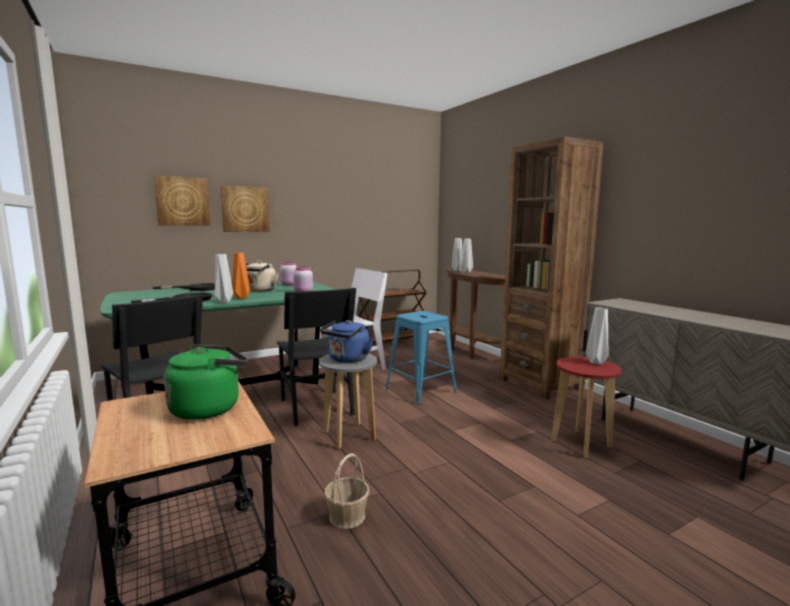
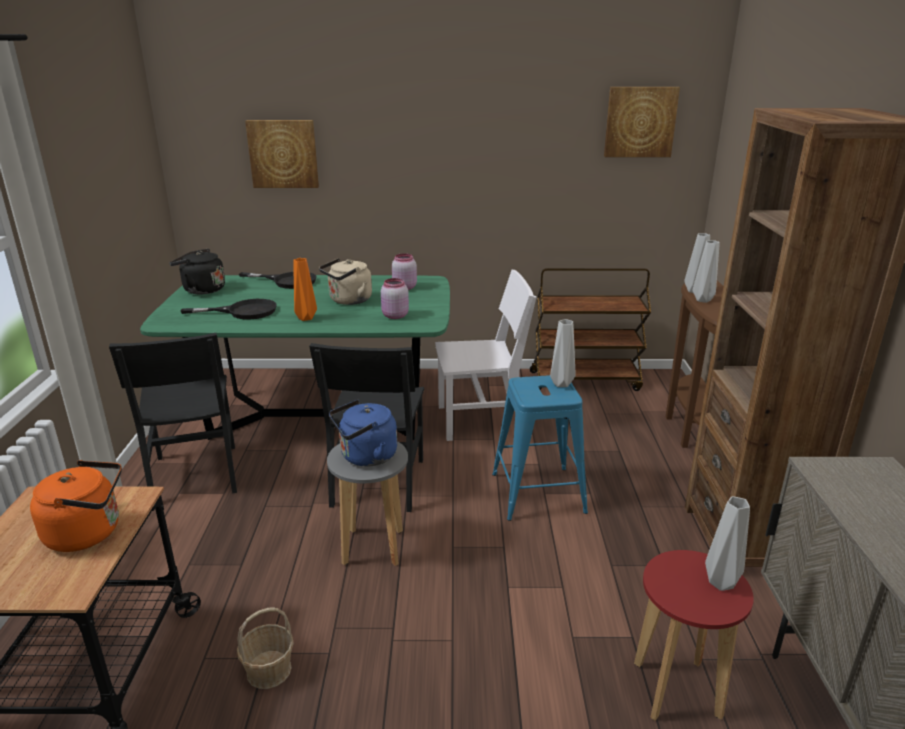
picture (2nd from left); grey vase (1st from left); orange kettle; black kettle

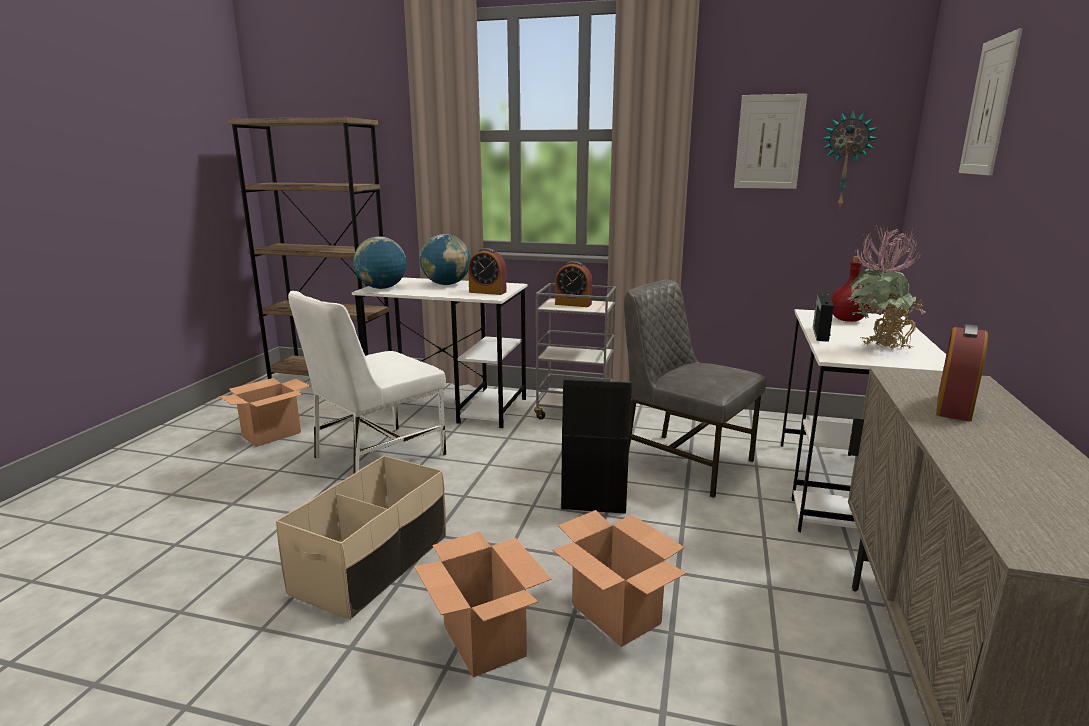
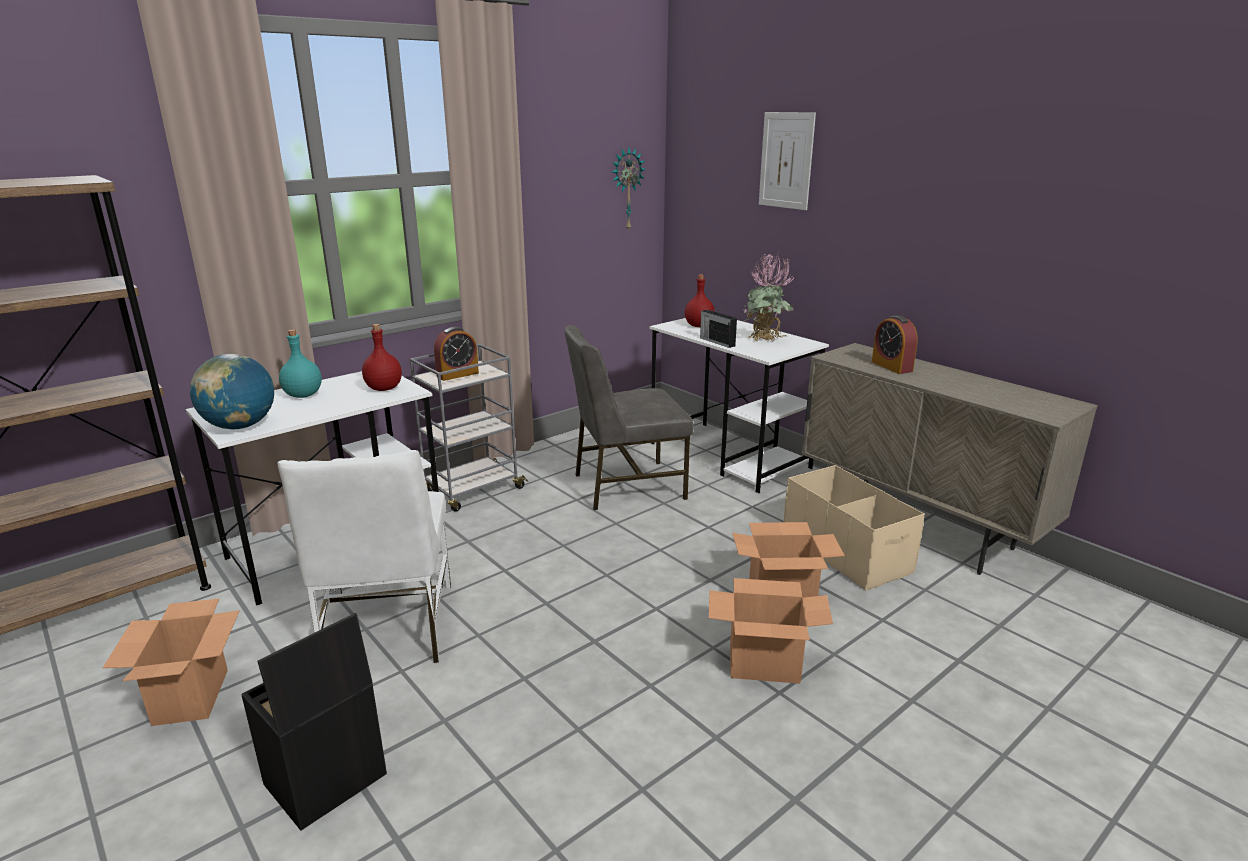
picture (1st from left in the first image); turquoise bottle; red bottle (1st from left); black storage box; beige storage box

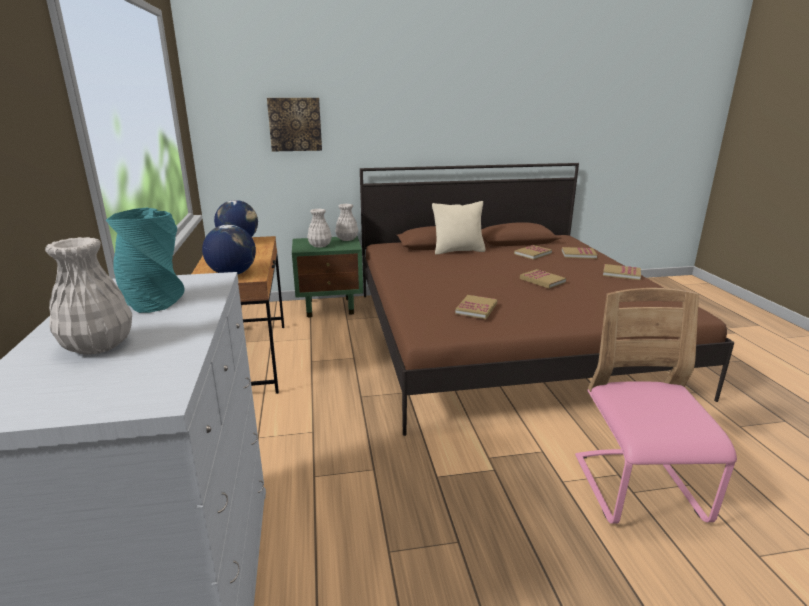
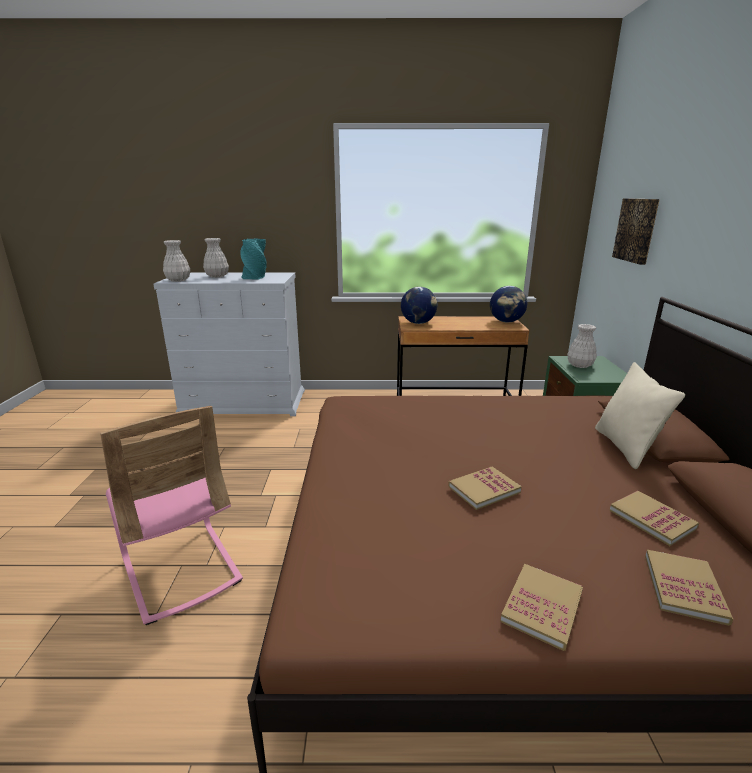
white vase (1st from left); pink chair; book (1st from left in the first image)

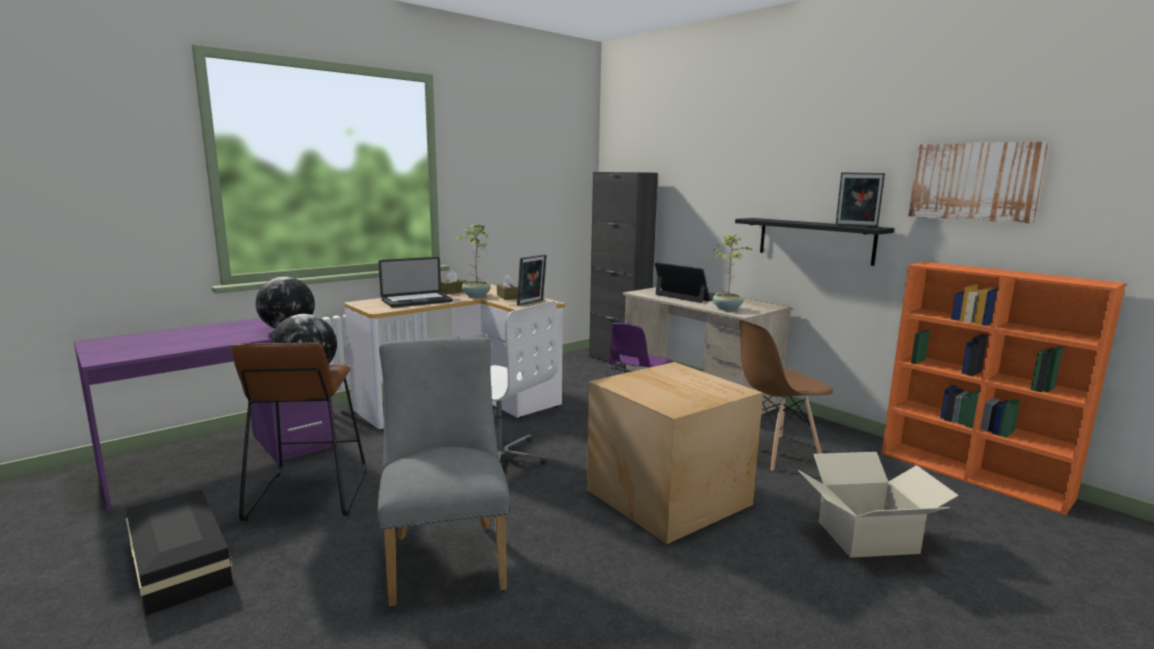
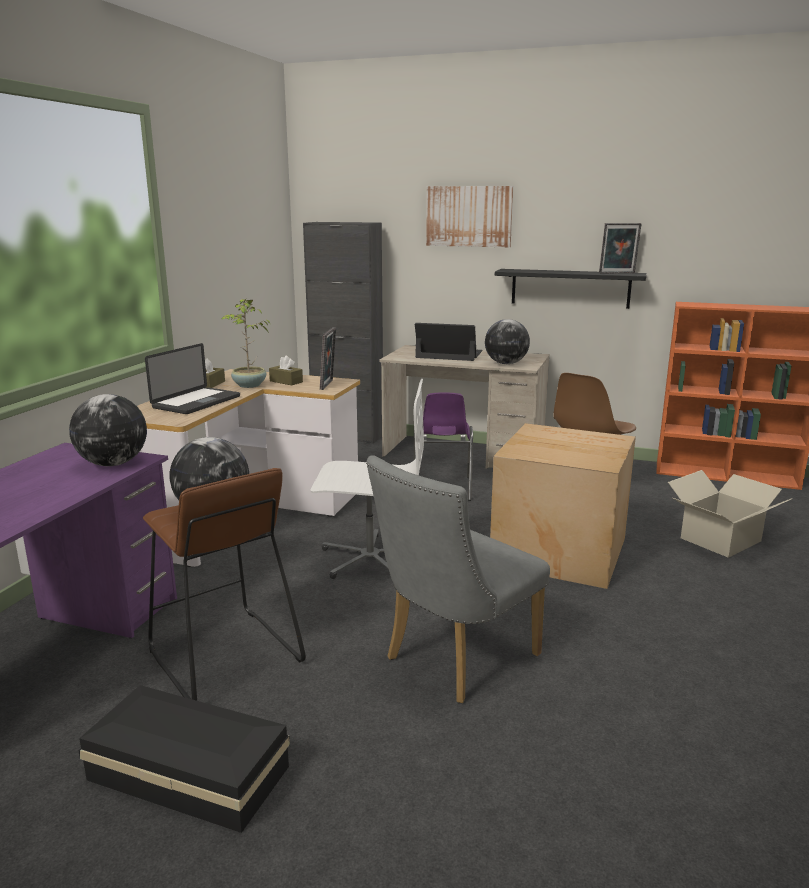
picture; globe (3rd from left); grey chair

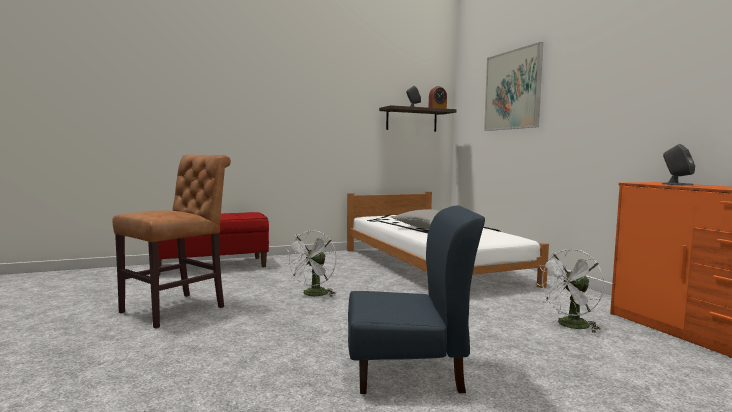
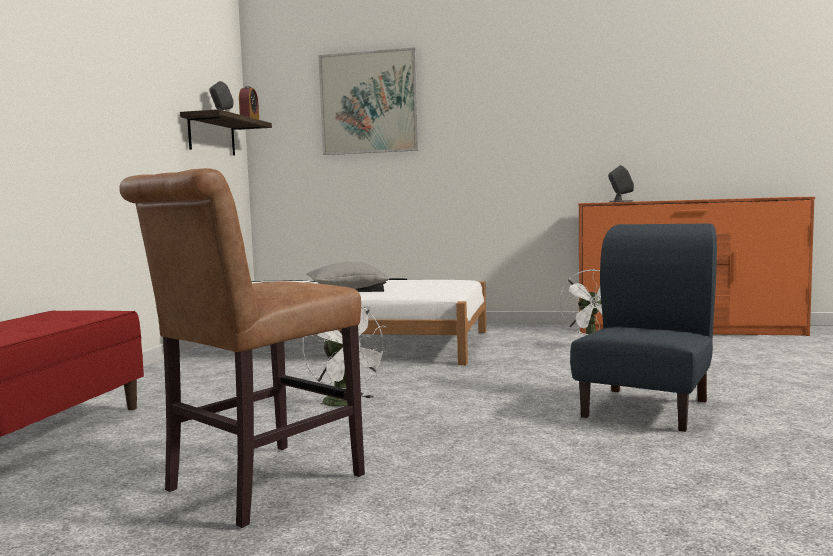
brown chair

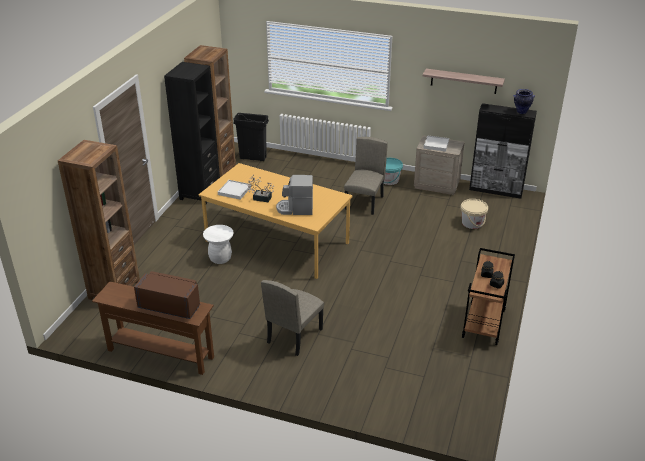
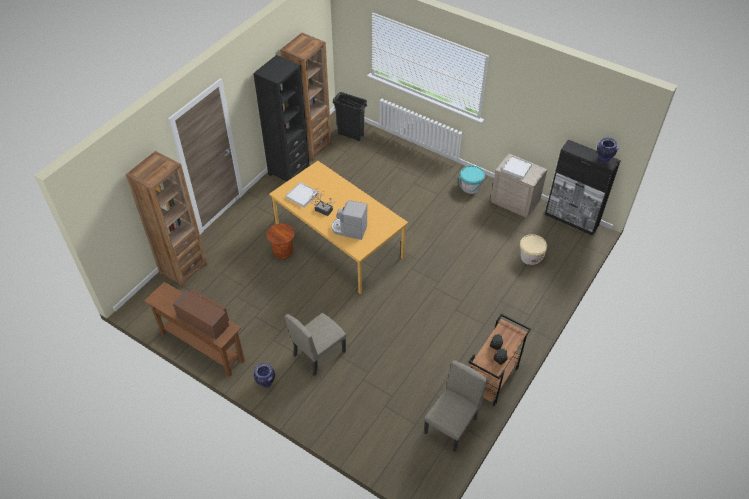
shelf; beige chair (2nd from left); brown stool; vase (1st from left)

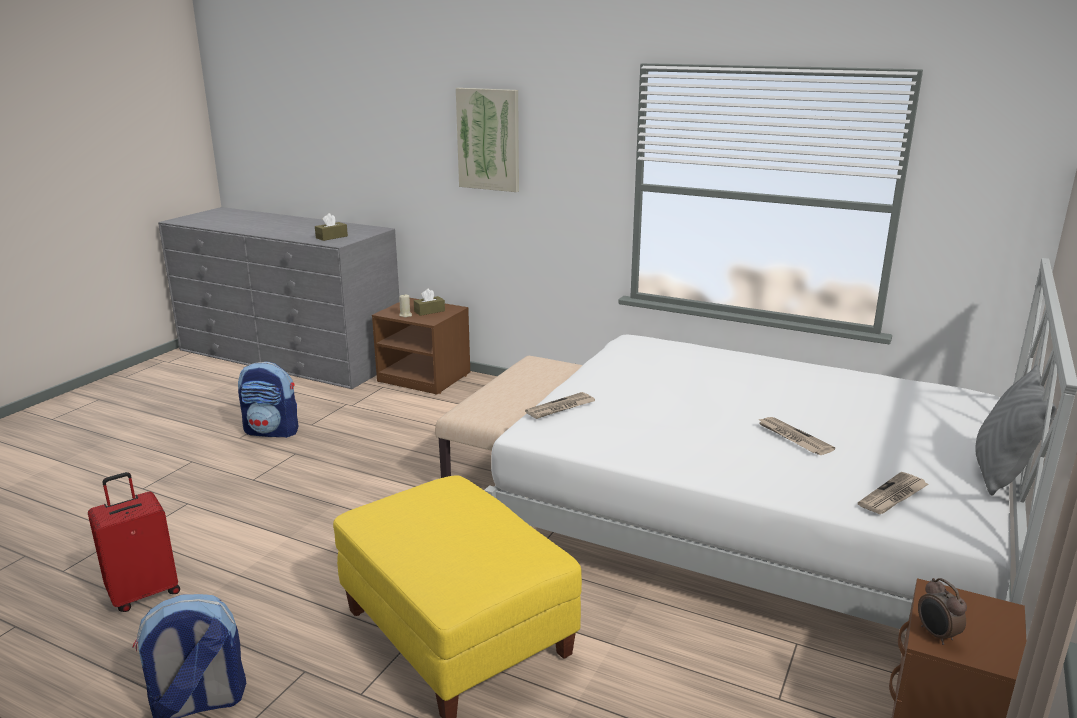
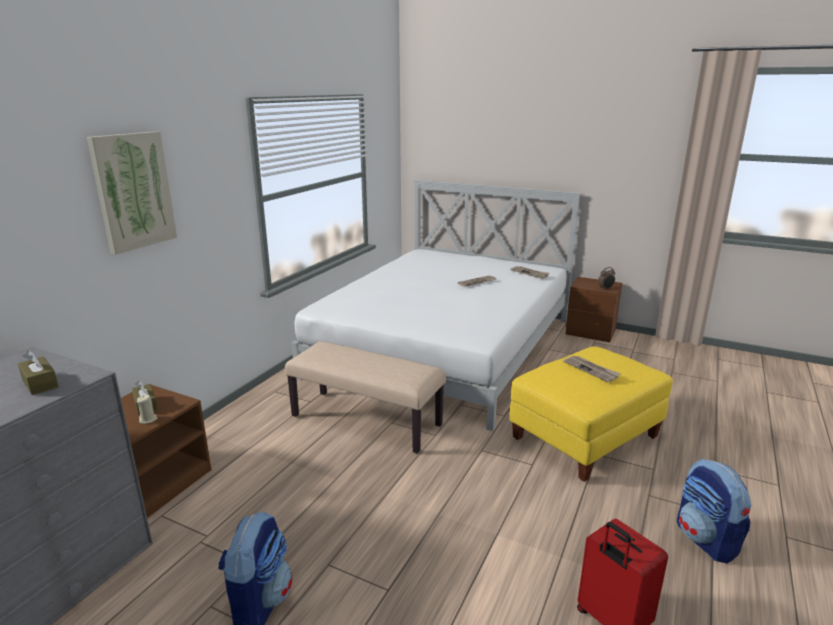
grey pillow; newspaper (3rd from left)

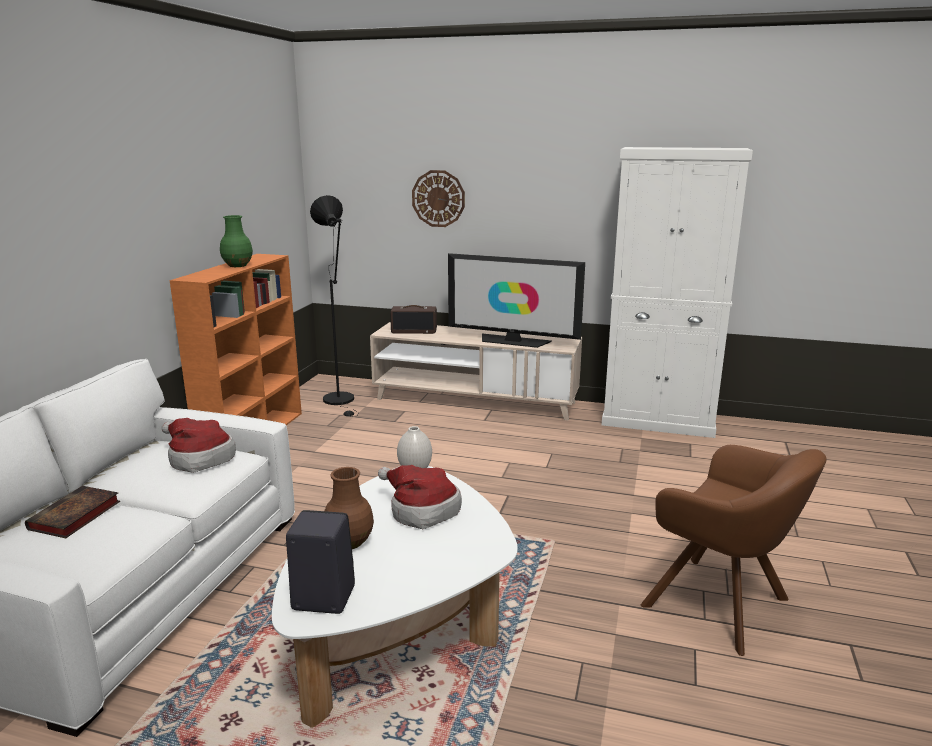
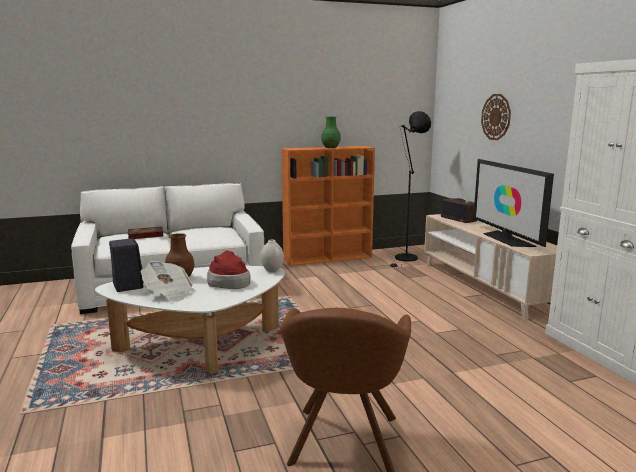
hat (1st from left in the first image); newspaper

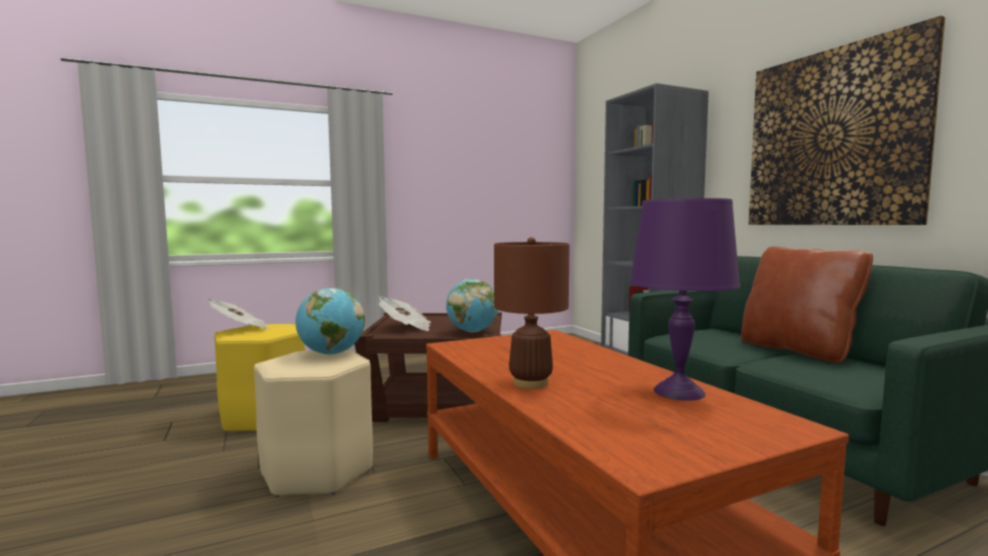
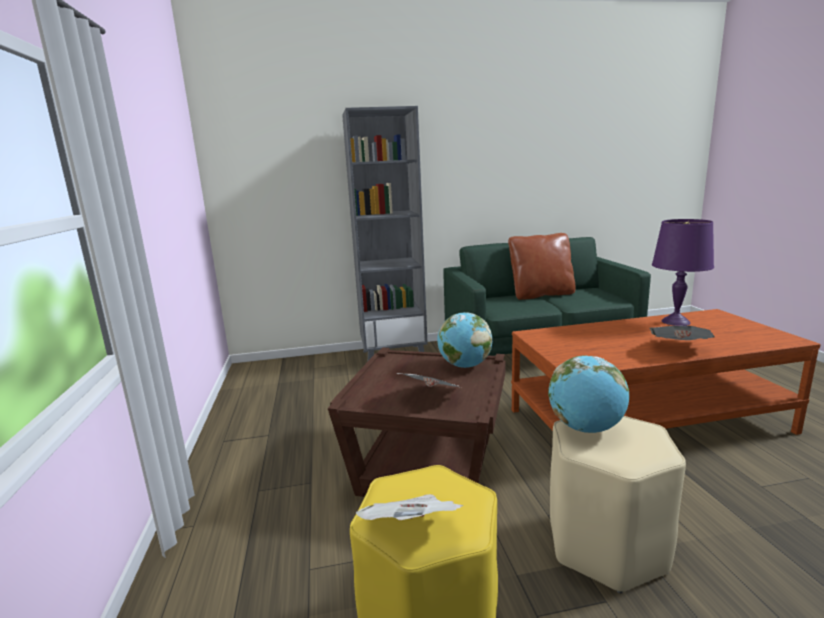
picture; newspaper (3rd from left)

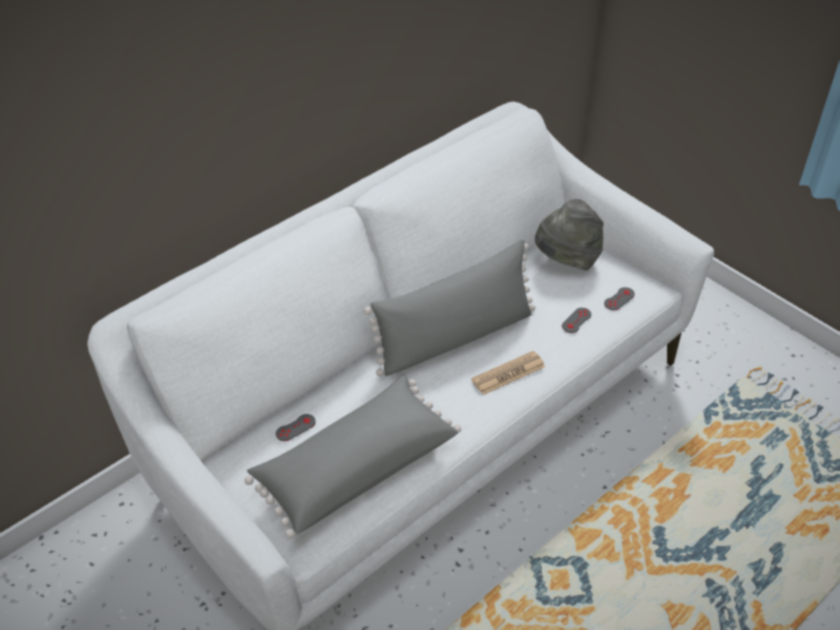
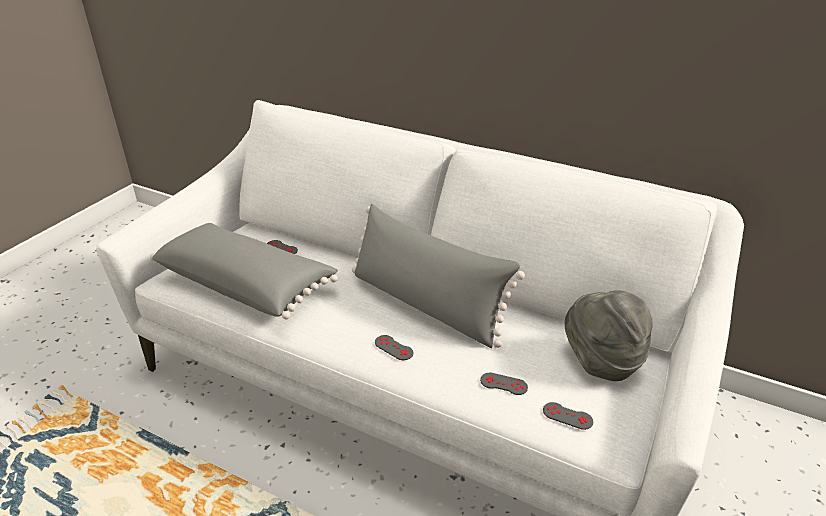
grey game controller (2nd from left)

